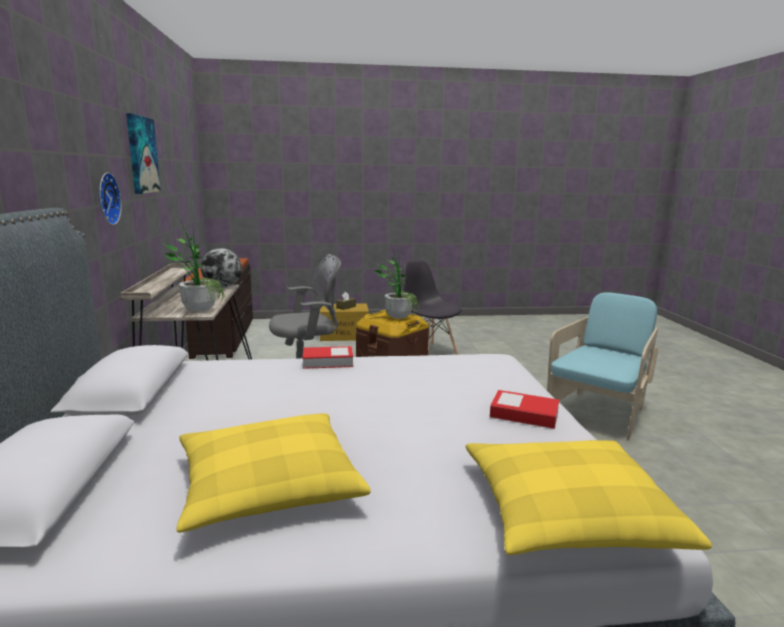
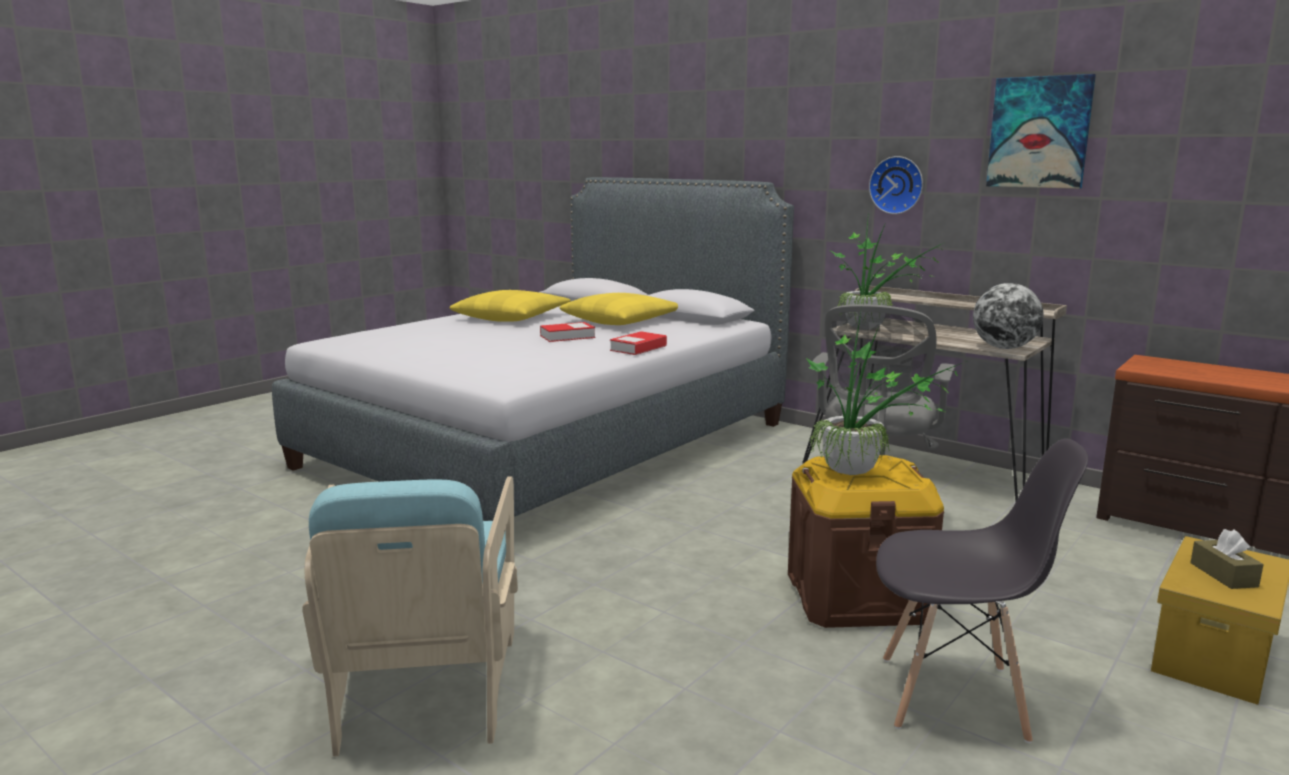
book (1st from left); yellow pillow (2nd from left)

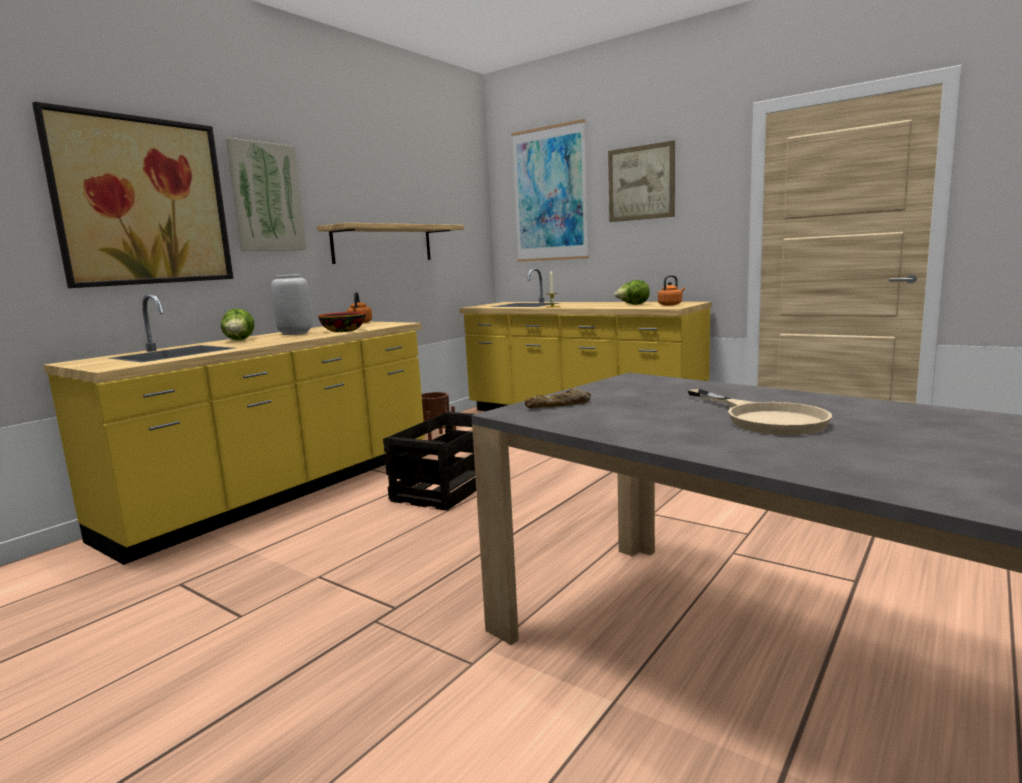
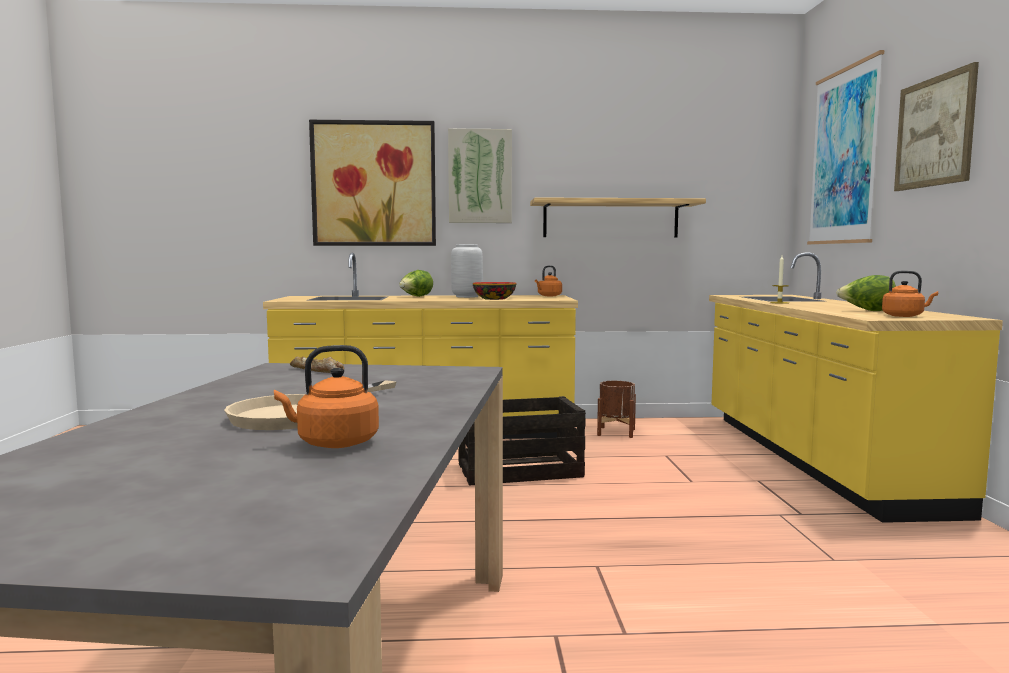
orange kettle (1st from left)

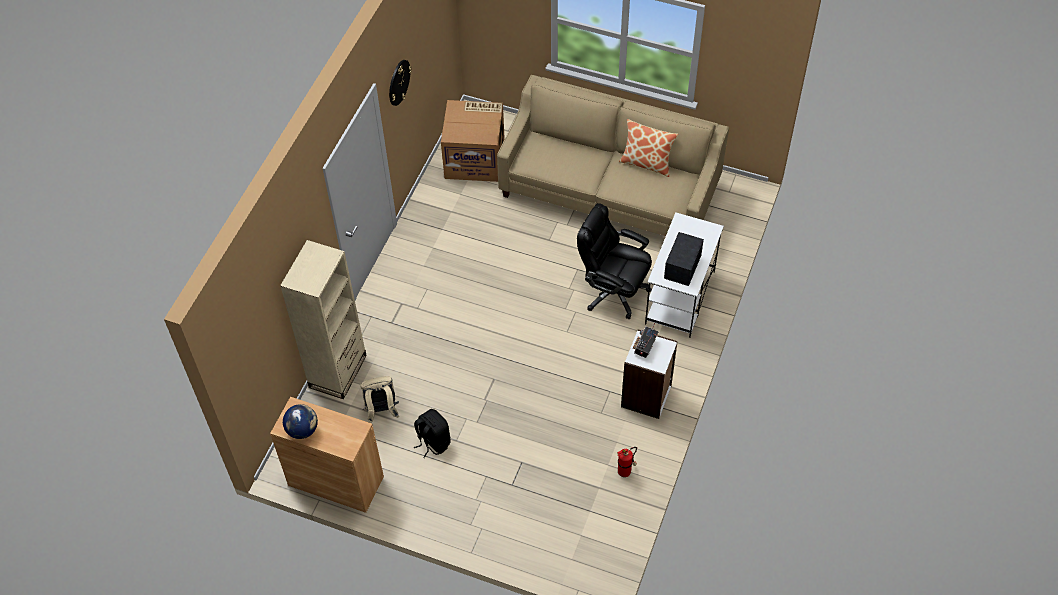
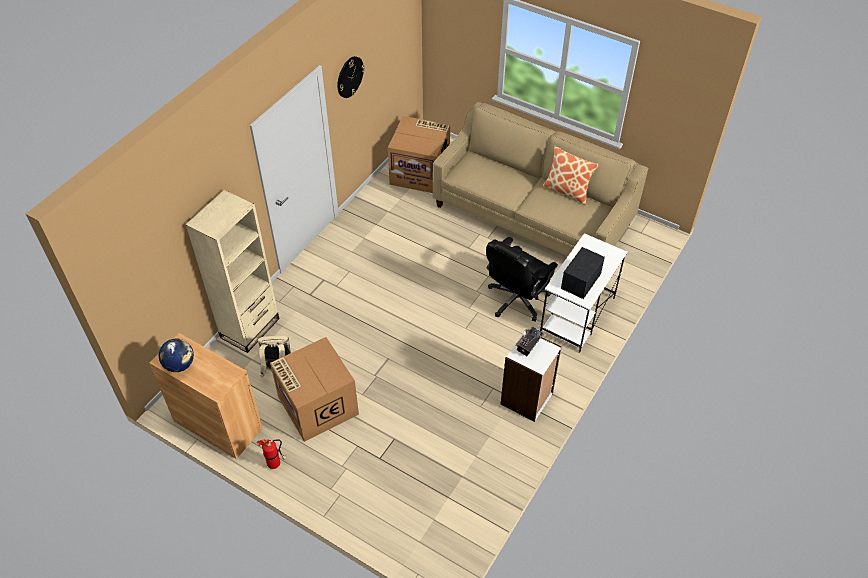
black office chair; cardboard box (1st from left); fire extinguisher

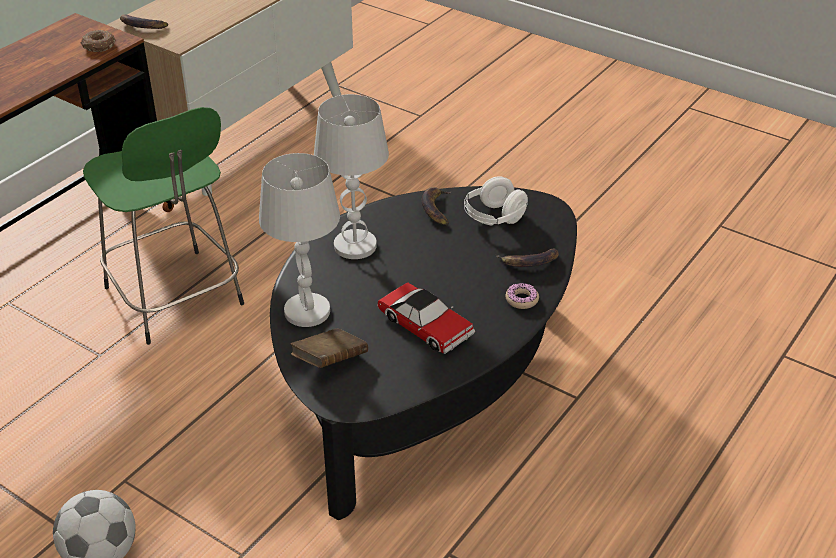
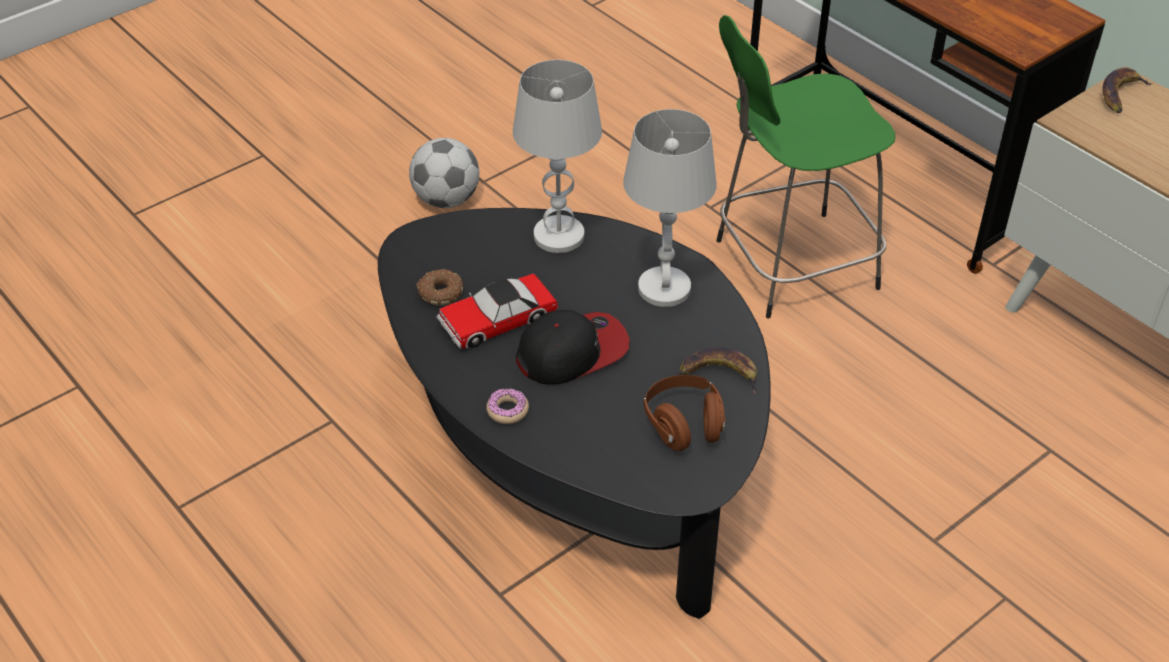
donut (1st from left); brown headphones; banana (3rd from left in the first image); brown book; cap

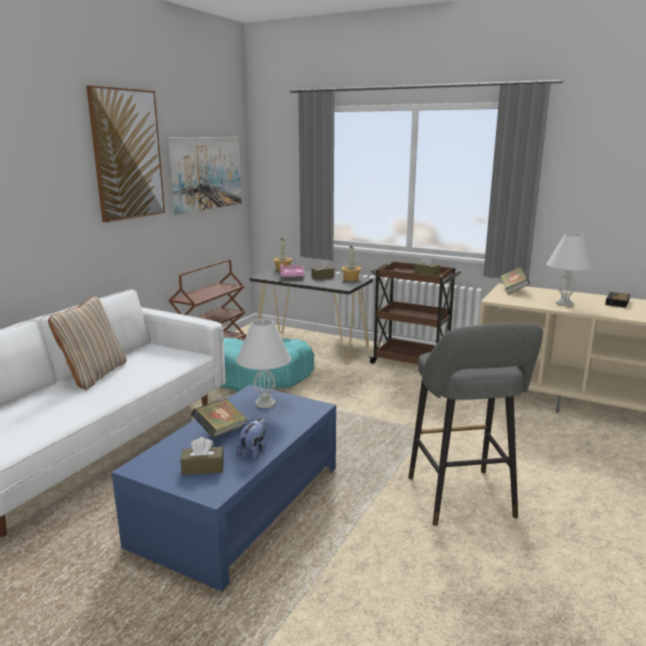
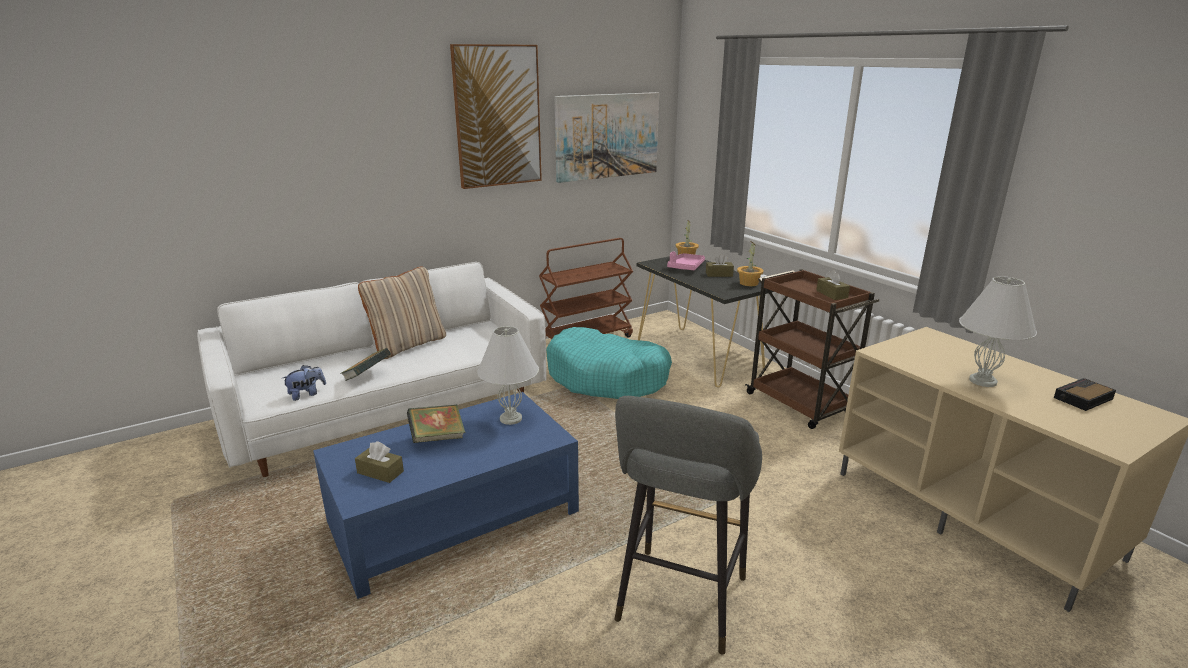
book (1st from left); plush toy

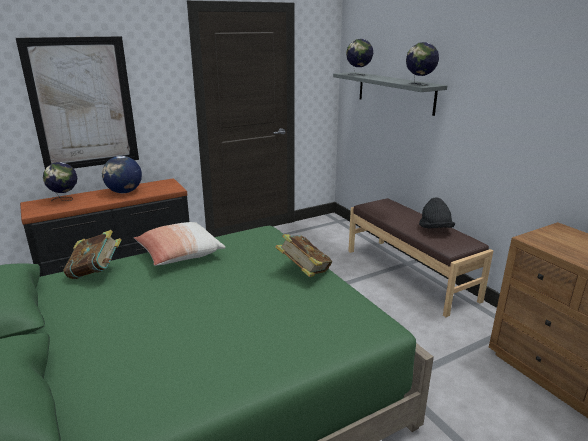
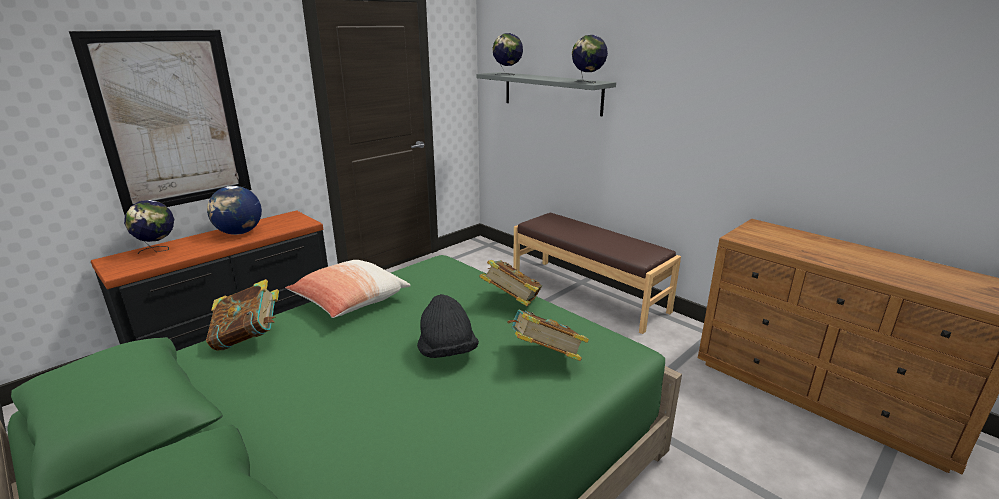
black hat; book (3rd from left)

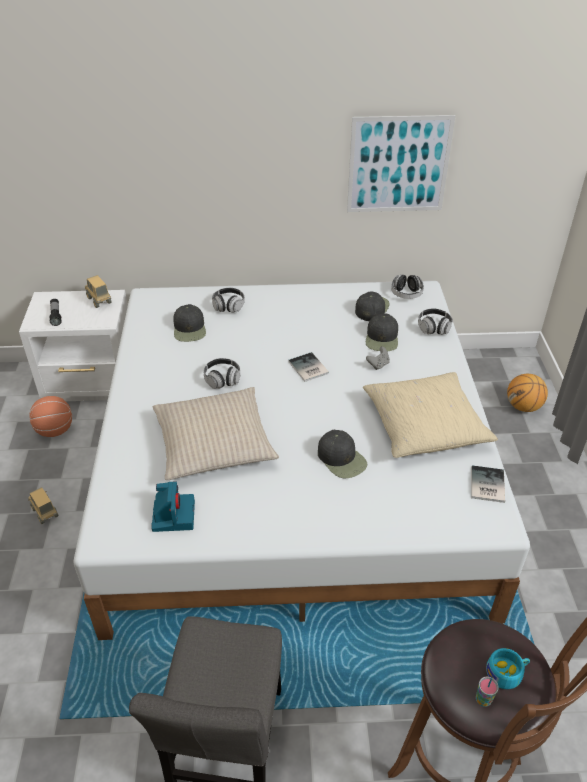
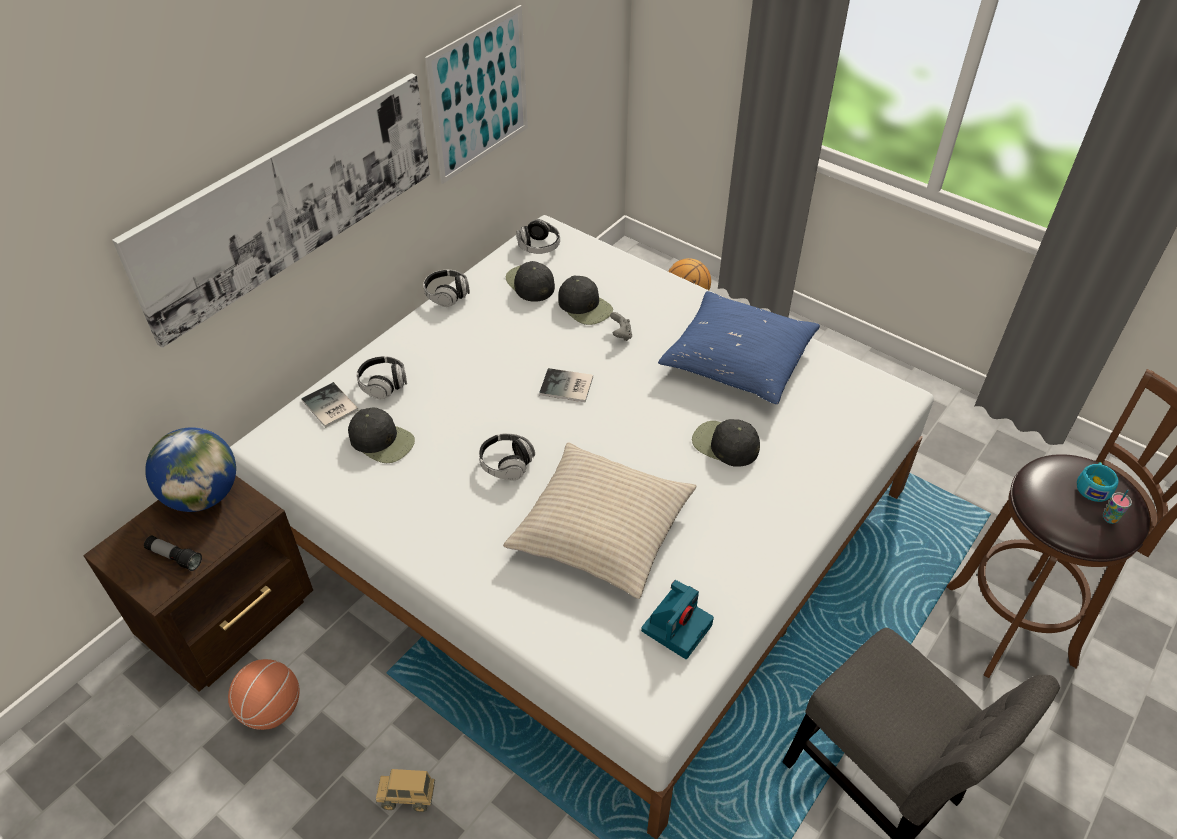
globe; brown nightstand; headphones (2nd from left); blue pillow; black cap (4th from left); book (1st from left); photo camera; picture (1st from left)

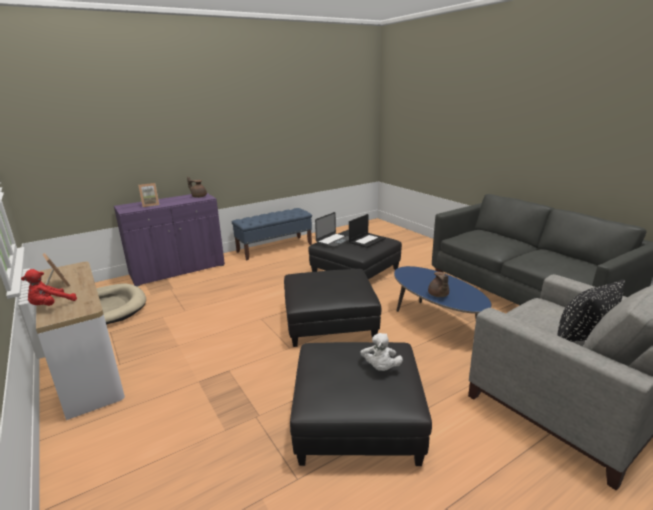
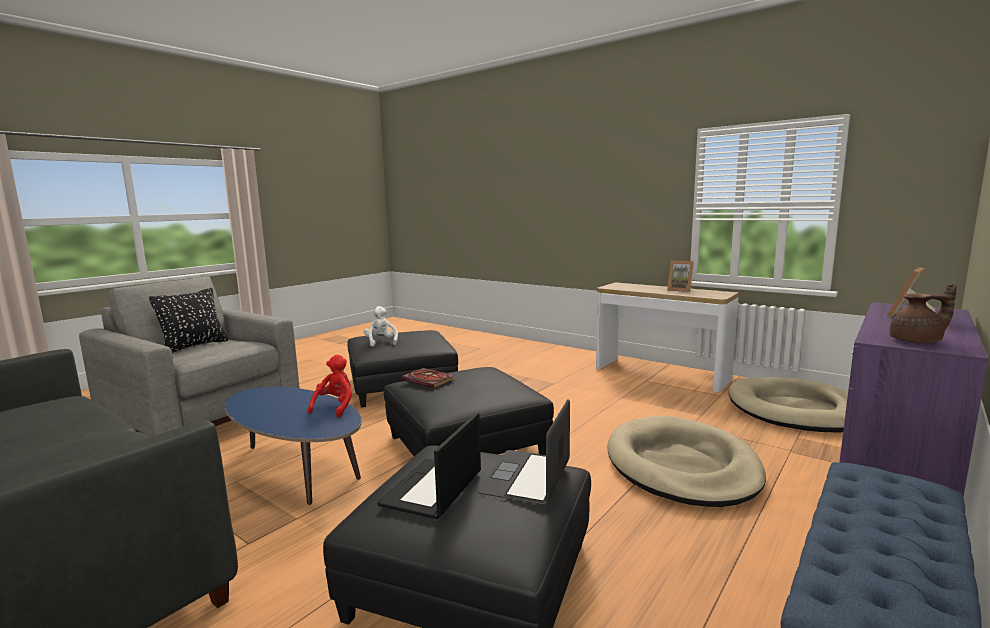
red plush toy; brown teapot (2nd from left in the first image); book; beige dog bed (1st from left)

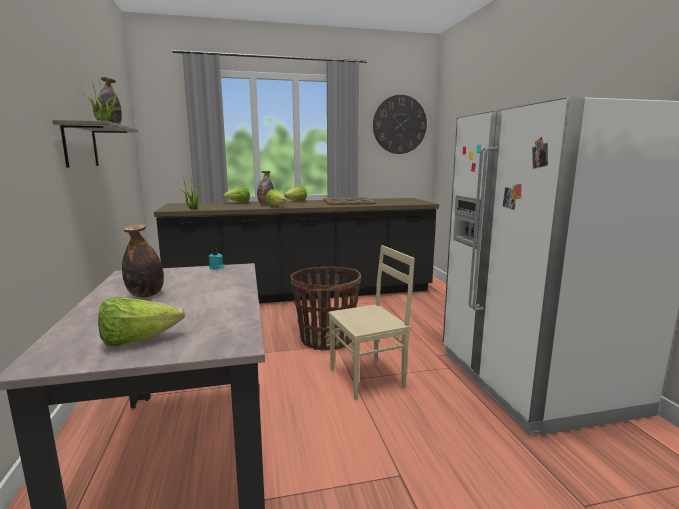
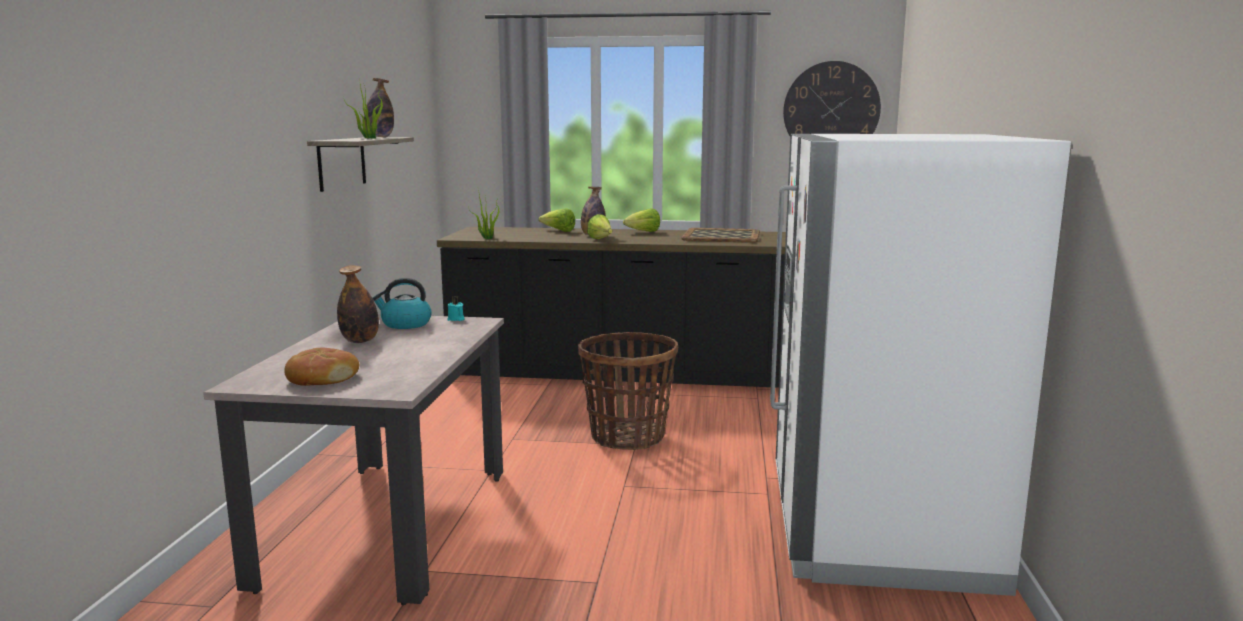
beige chair; bread; kettle

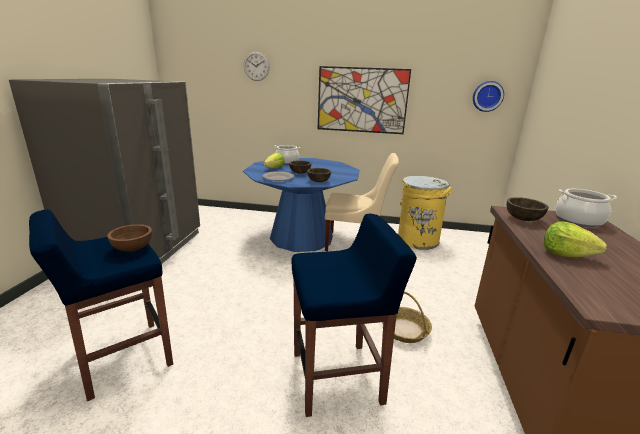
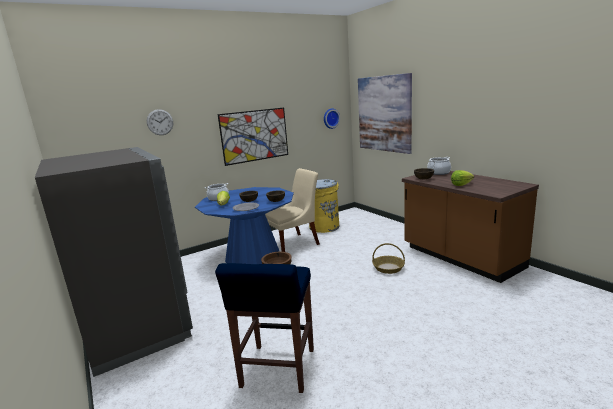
blue stool (2nd from left in the first image); picture (2nd from left)

